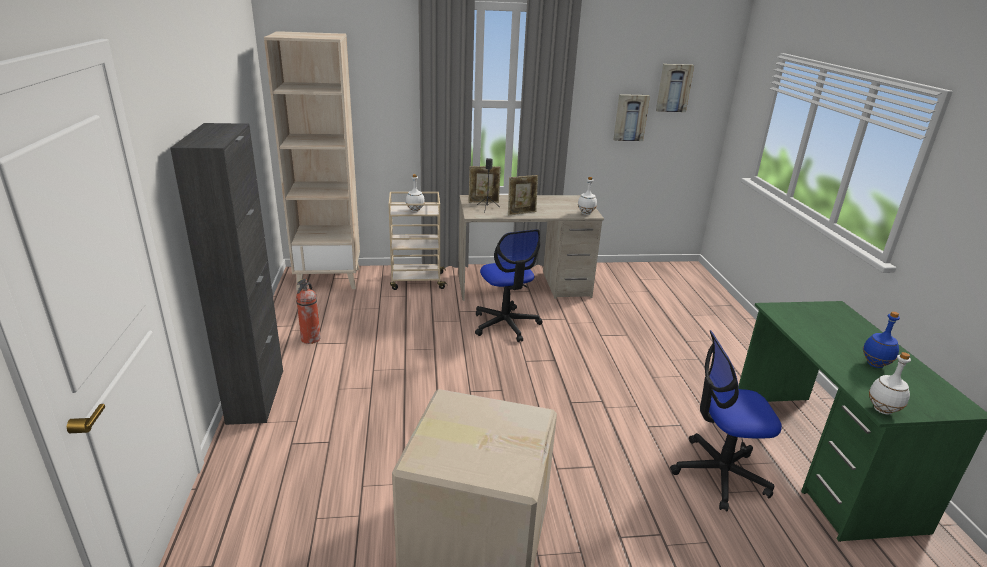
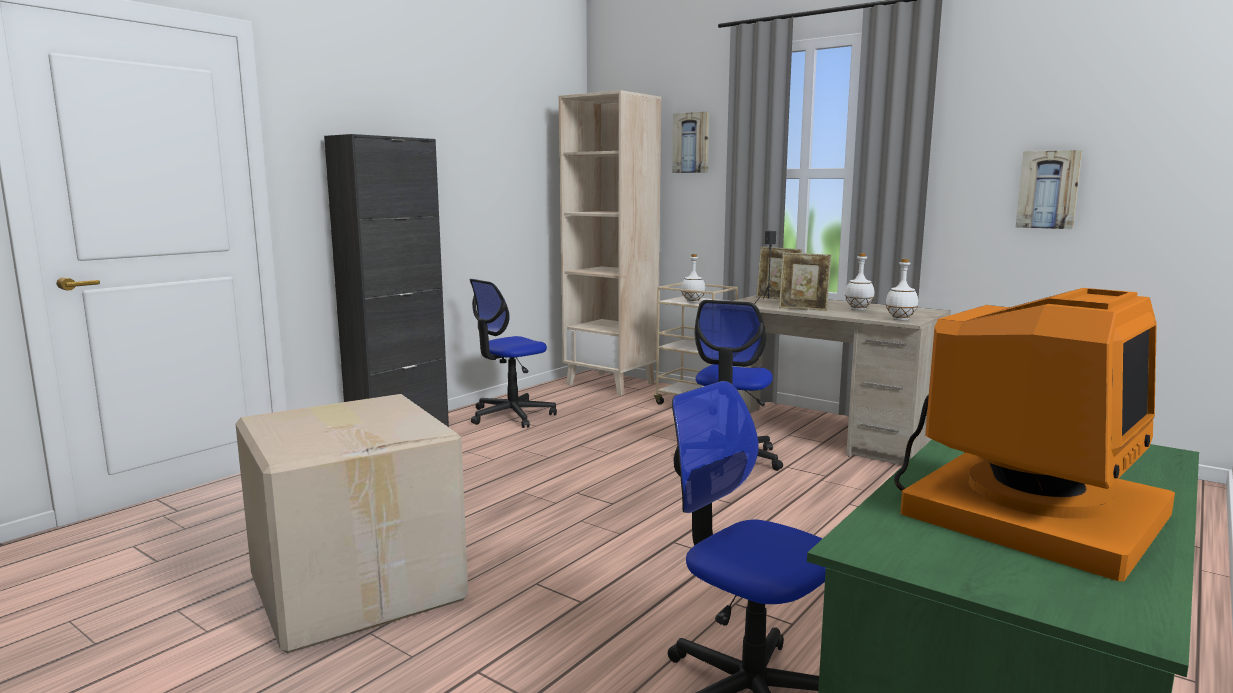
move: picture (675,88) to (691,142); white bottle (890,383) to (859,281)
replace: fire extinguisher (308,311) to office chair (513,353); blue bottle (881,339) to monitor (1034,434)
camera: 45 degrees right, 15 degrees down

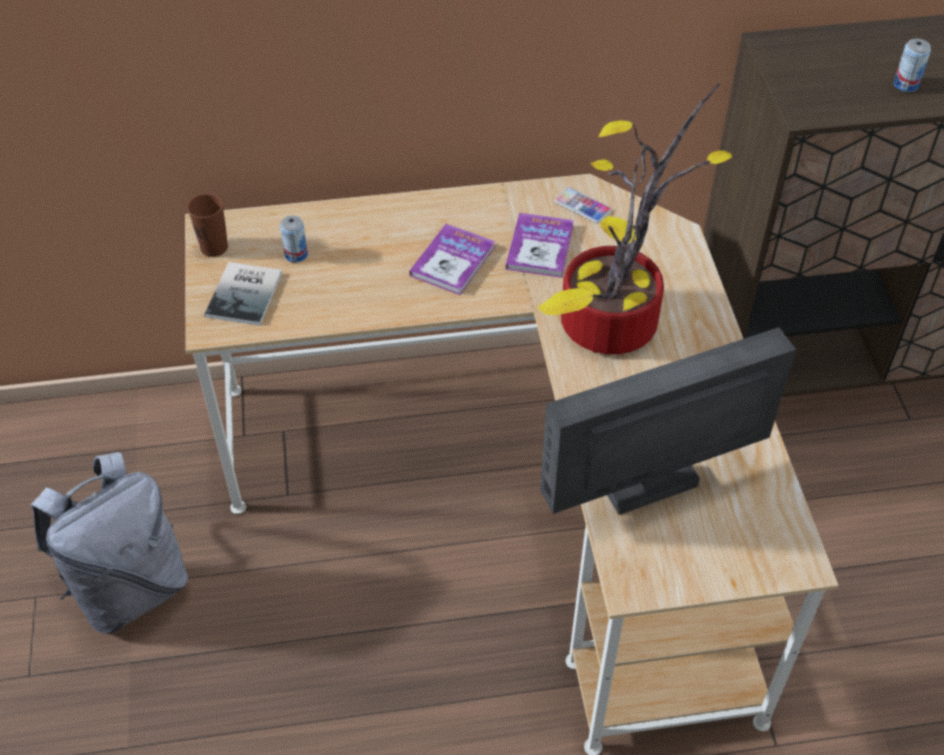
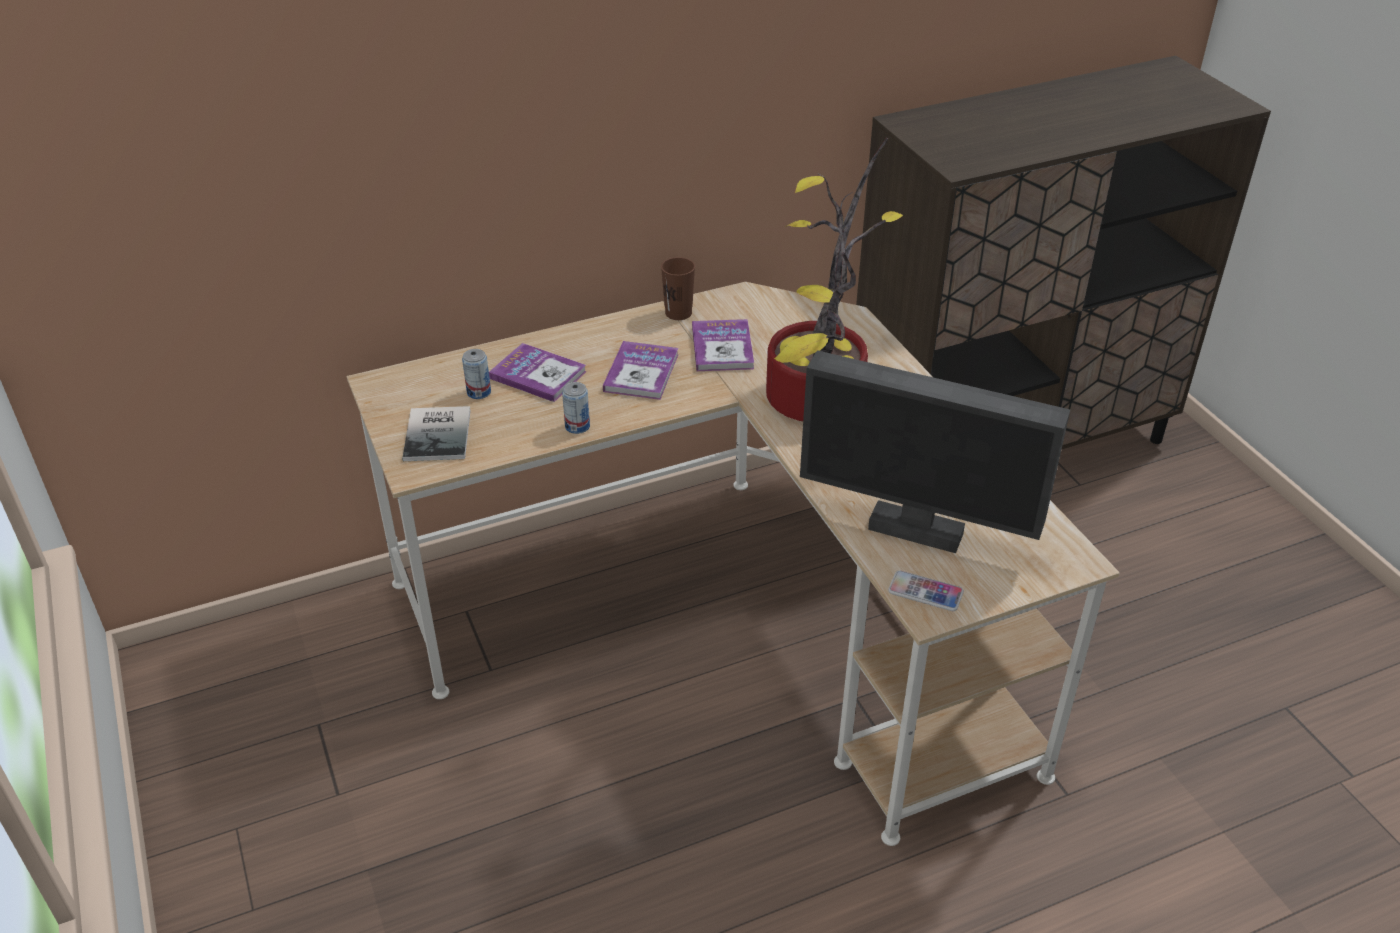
delete: grey backpack (109,543)
insert: book (538,372)
move: can (912,65) to (576,408); brown cup (207,225) to (678,288); phone (583,205) to (926,590)
rotate: monitor (668,421) = (935,451) 120 degrees counterclockwise
camera: 15 degrees left, 10 degrees down

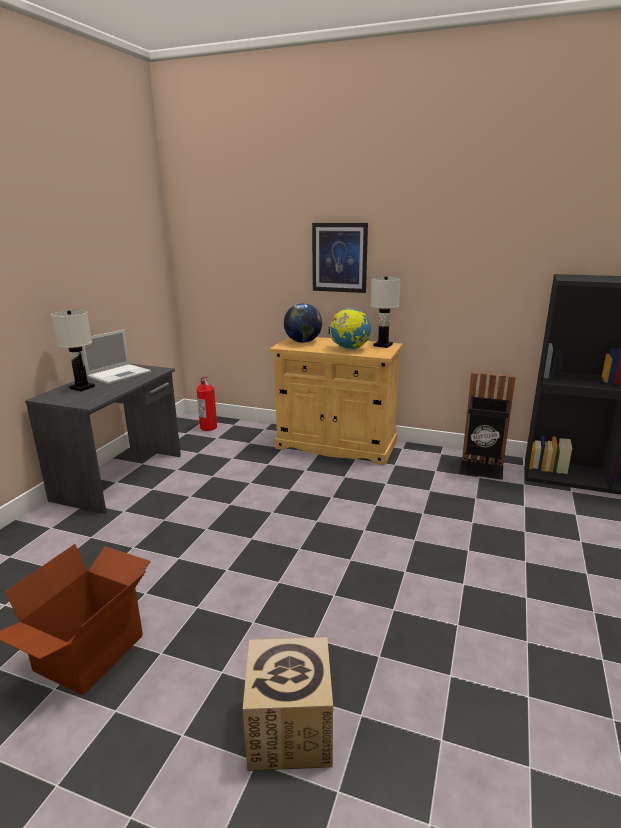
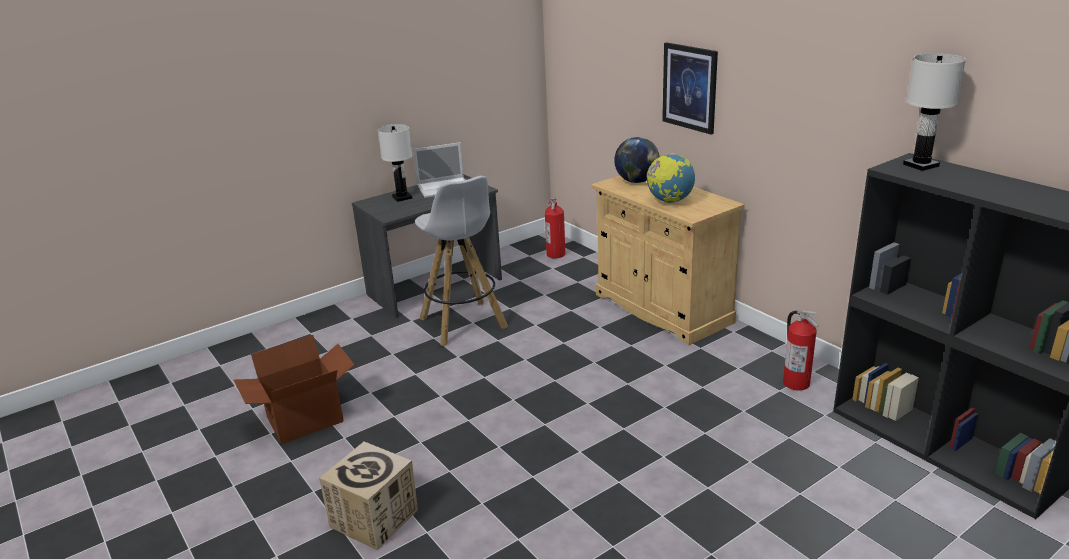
insert: white stool (461,261)
move: white table lamp (386,312) to (934,112)
replace: black trash can (487,426) to fire extinguisher (801,350)
camera: 35 degrees right, 5 degrees up

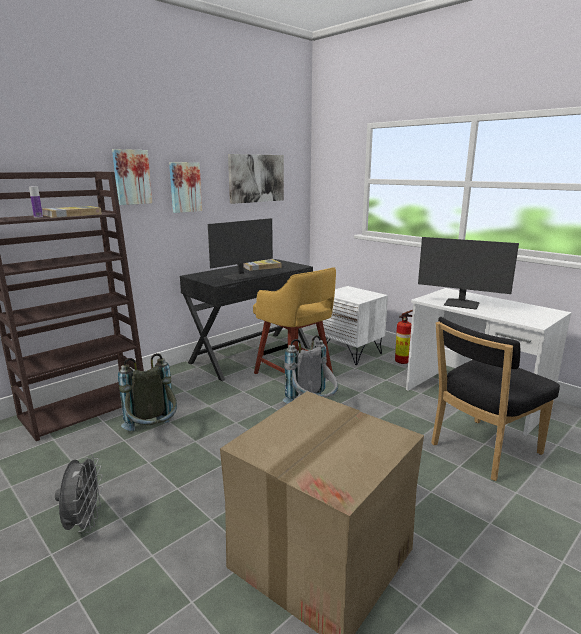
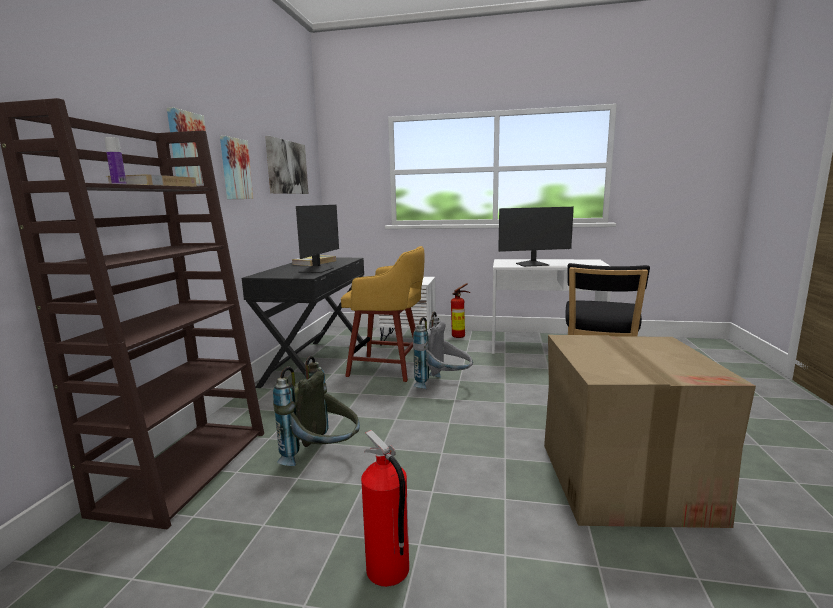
replace: grey fan (79,493) to fire extinguisher (385,508)
camera: 35 degrees left, 5 degrees down

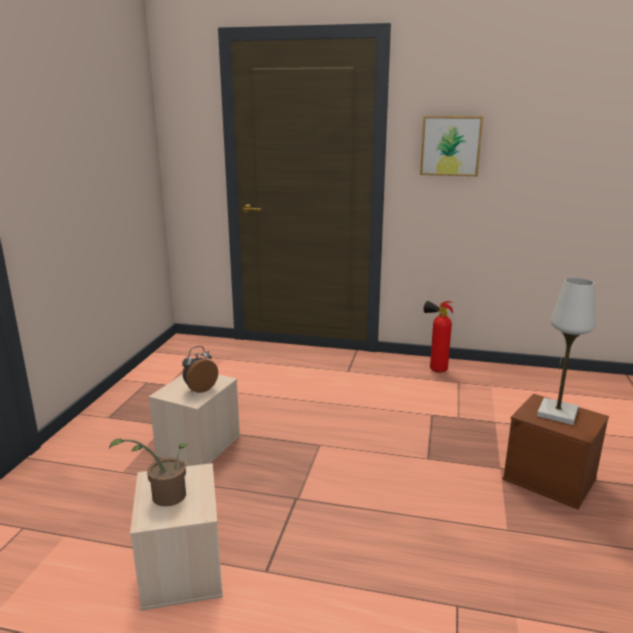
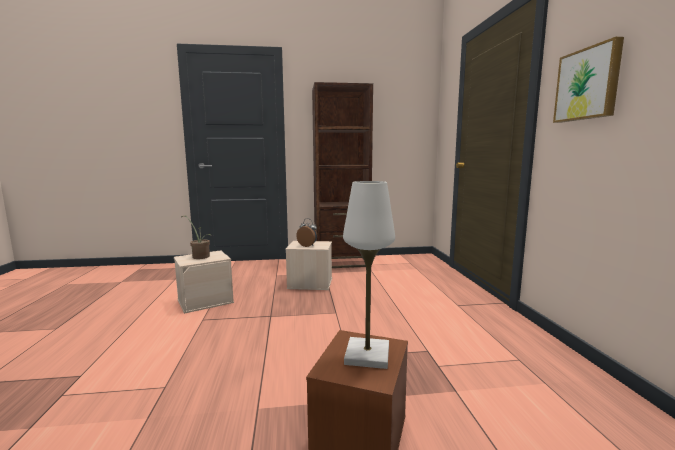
delete: fire extinguisher (438,337)
insert: brown bookcase (342,175)
camera: 70 degrees right, 10 degrees down

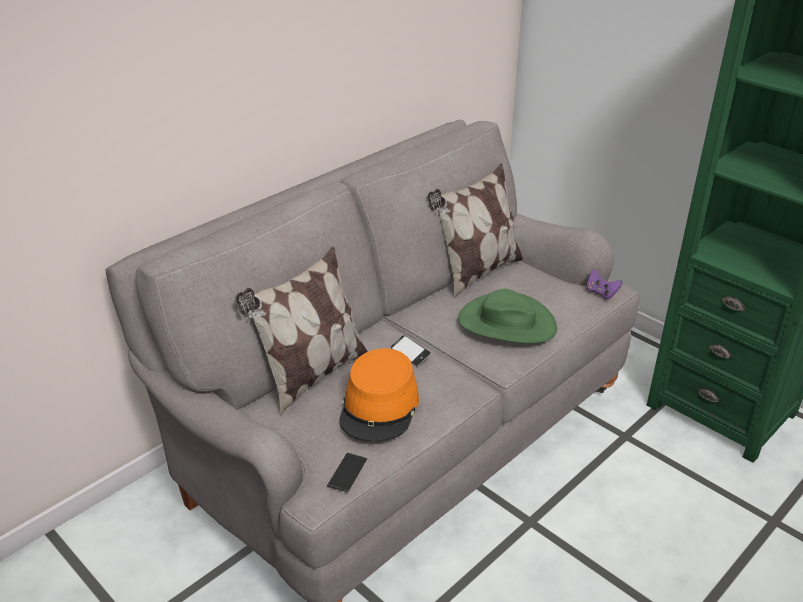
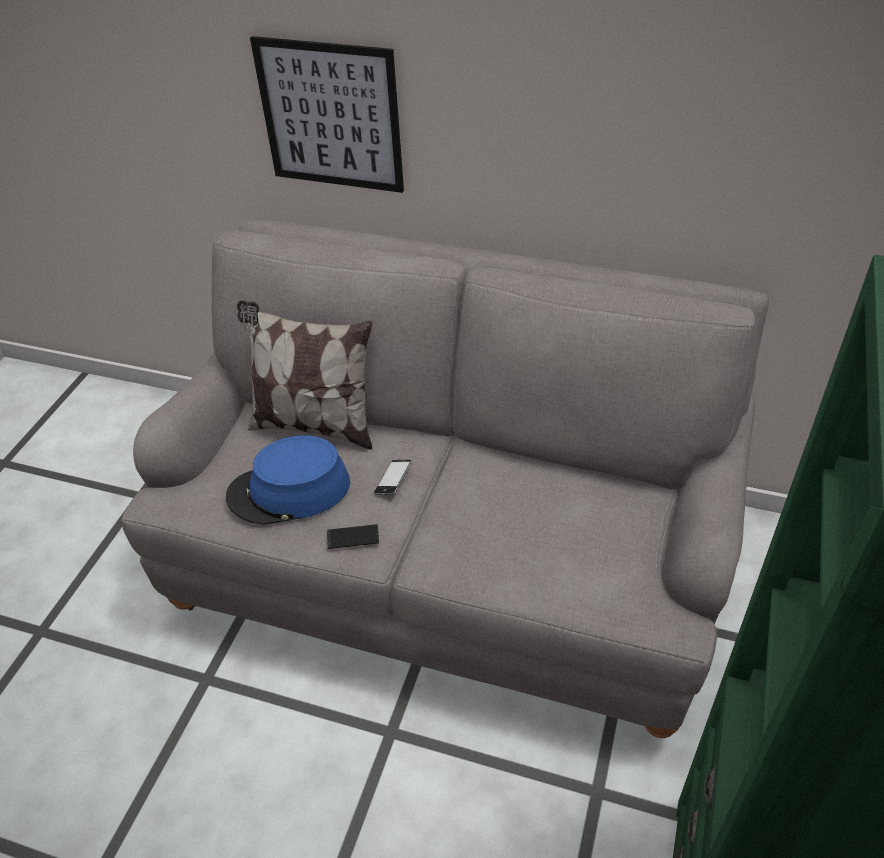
delete: pillow (475,231); green hat (507,316); purple game controller (604,284)
insert: picture (327,114)
move: phone (347,472) to (353,536)
recolor: orange hat (379,395) to blue hat (288,480)
camera: 65 degrees right, 10 degrees up

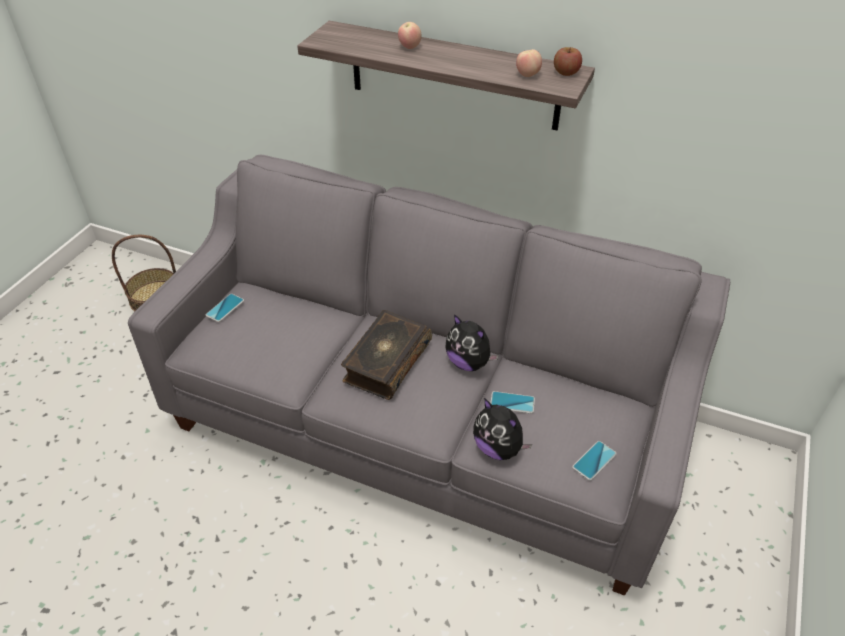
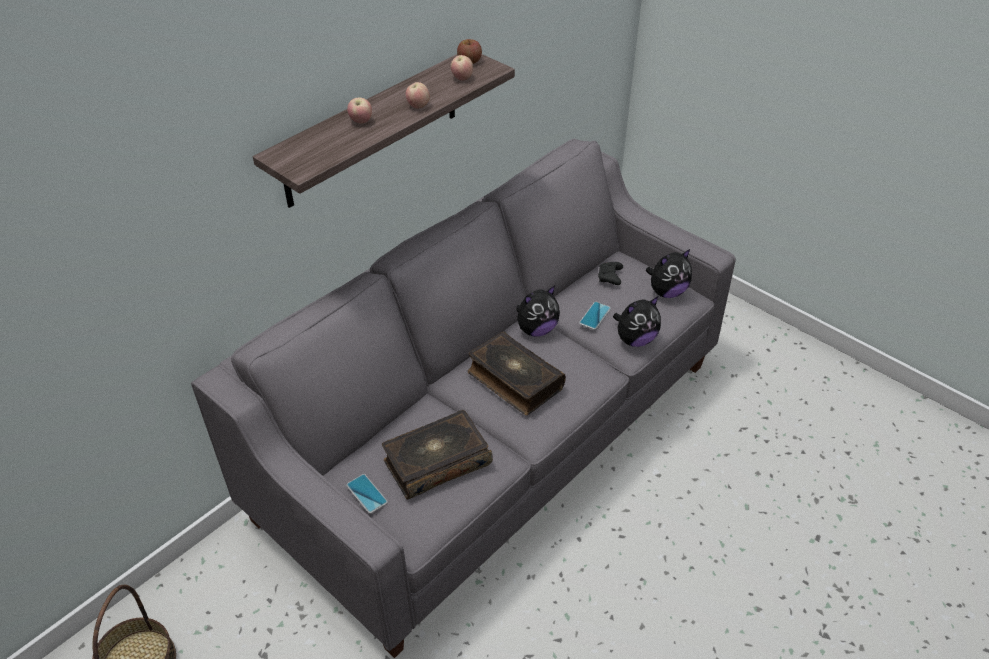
insert: book (437,455); apple (418,95); black game controller (610,273)
replace: phone (594,460) to plush toy (669,273)
camera: 70 degrees left, 0 degrees up

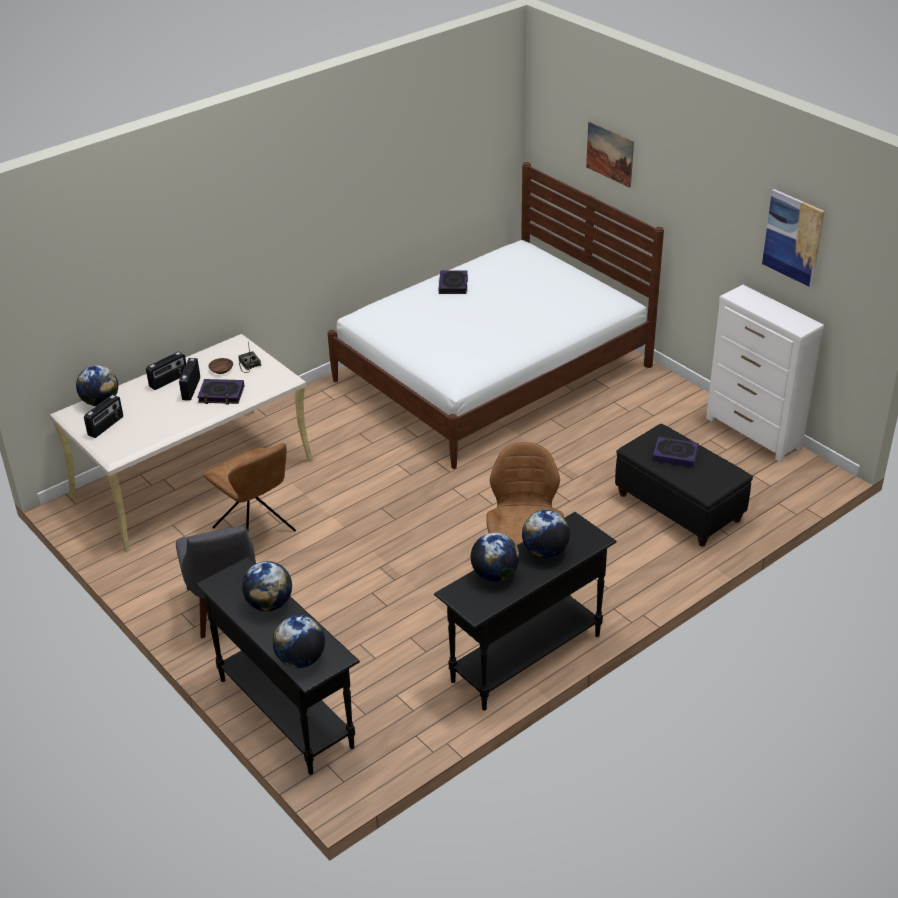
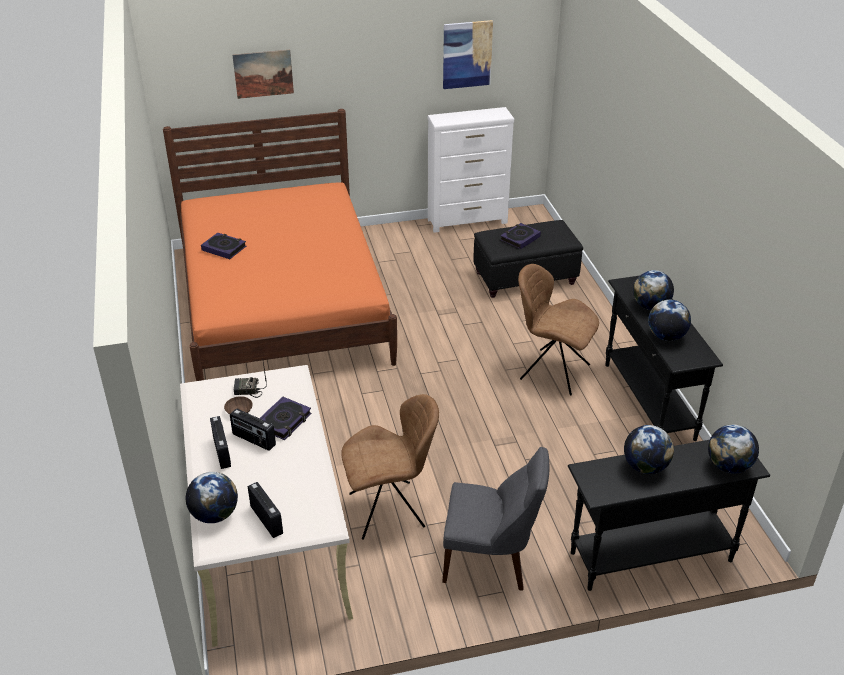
recolor: white bed (496,315) to orange bed (280,245)
camera: 65 degrees left, 0 degrees up

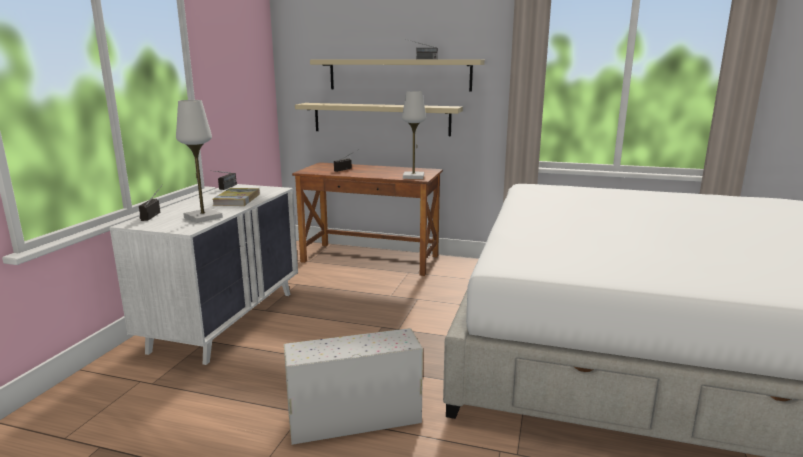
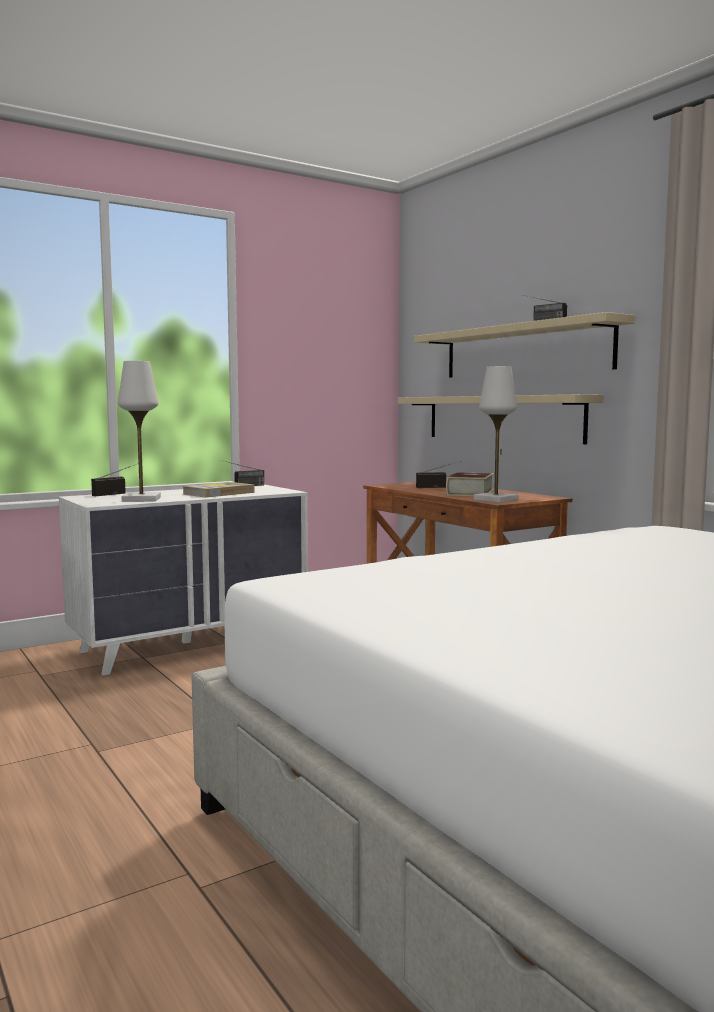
delete: white storage box (353,386)
insert: book (470,484)
camera: 40 degrees right, 10 degrees down

